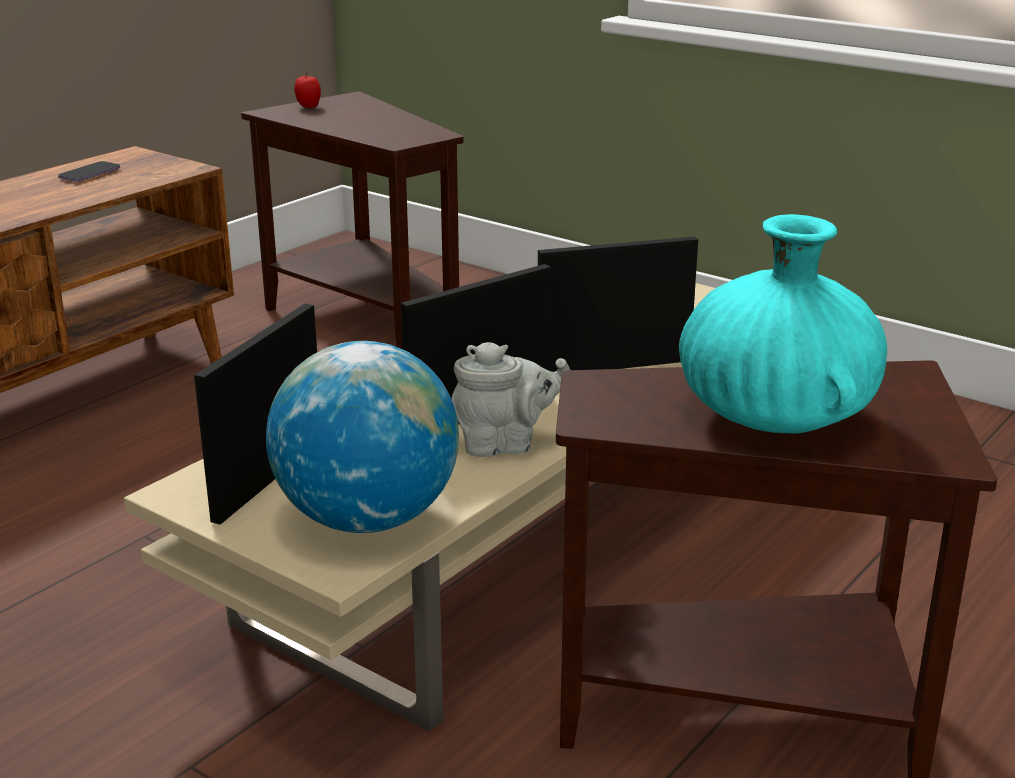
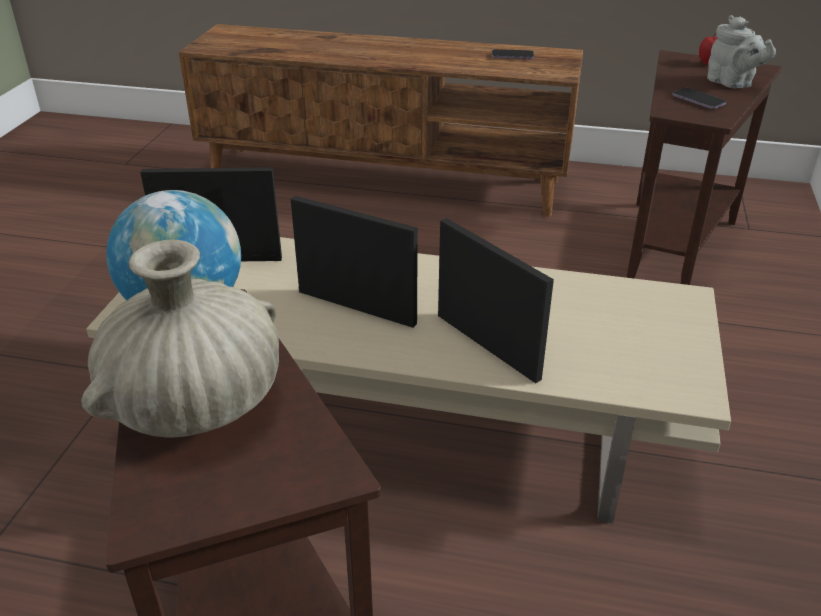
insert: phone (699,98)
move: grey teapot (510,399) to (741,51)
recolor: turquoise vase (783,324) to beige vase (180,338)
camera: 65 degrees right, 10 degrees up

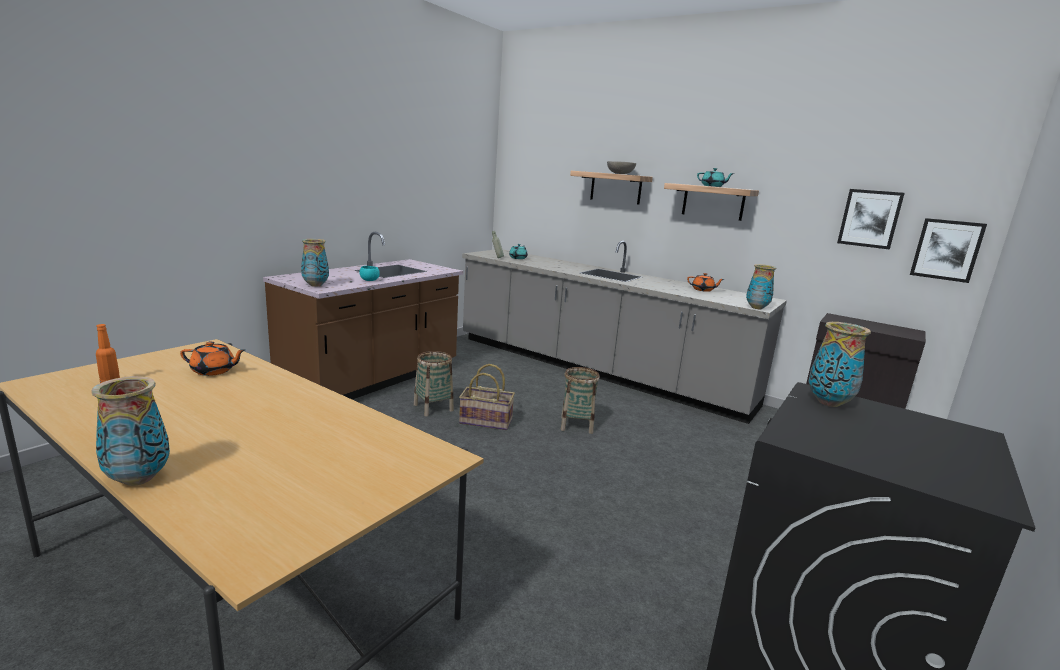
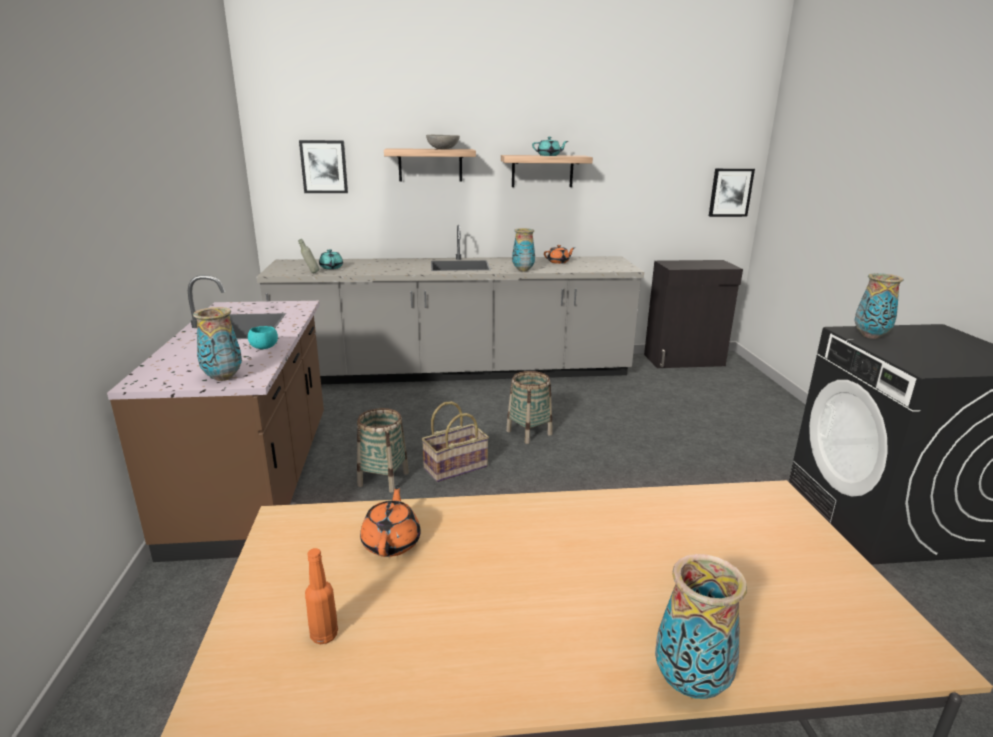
move: picture (871,219) to (323,166); vase (761,286) to (523,249)
rotate: orange teapot (212,358) = (390,521) 45 degrees counterclockwise
camera: 40 degrees left, 5 degrees up

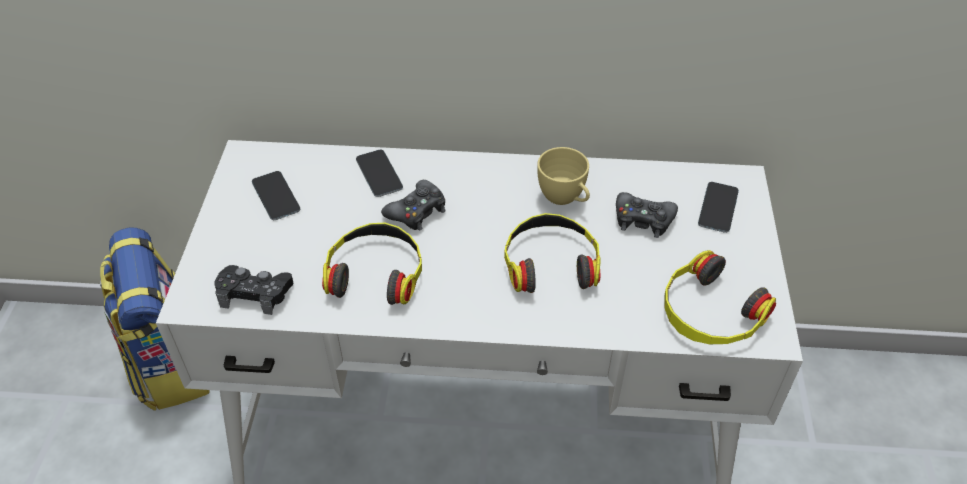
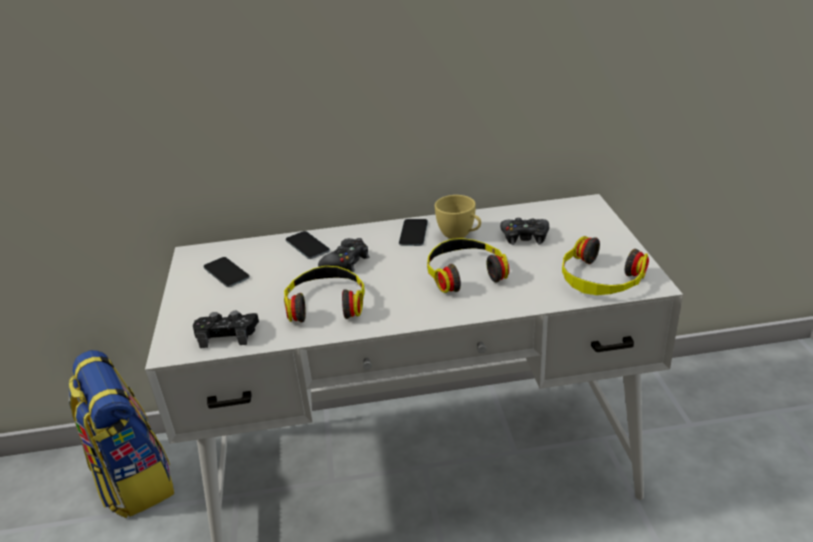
move: phone (718,207) to (413,232)
camera: 10 degrees left, 15 degrees down

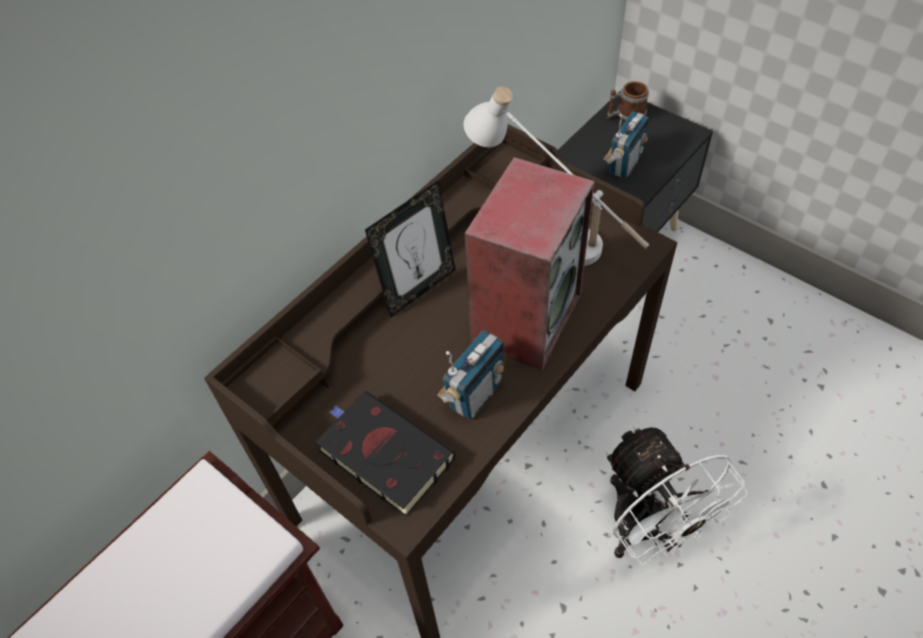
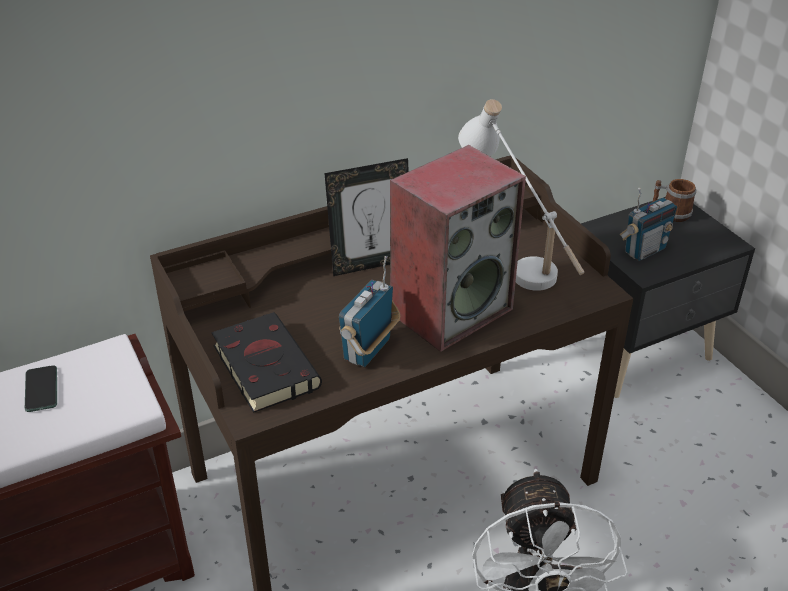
insert: phone (41,388)
rotate: radio (470,374) = (369,311) 150 degrees clockwise
camera: 20 degrees right, 15 degrees down

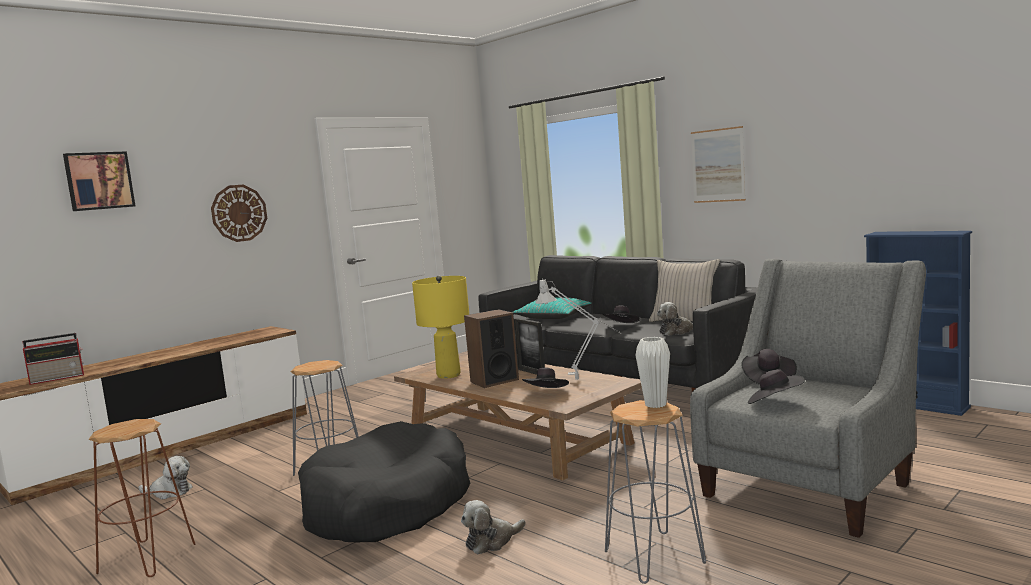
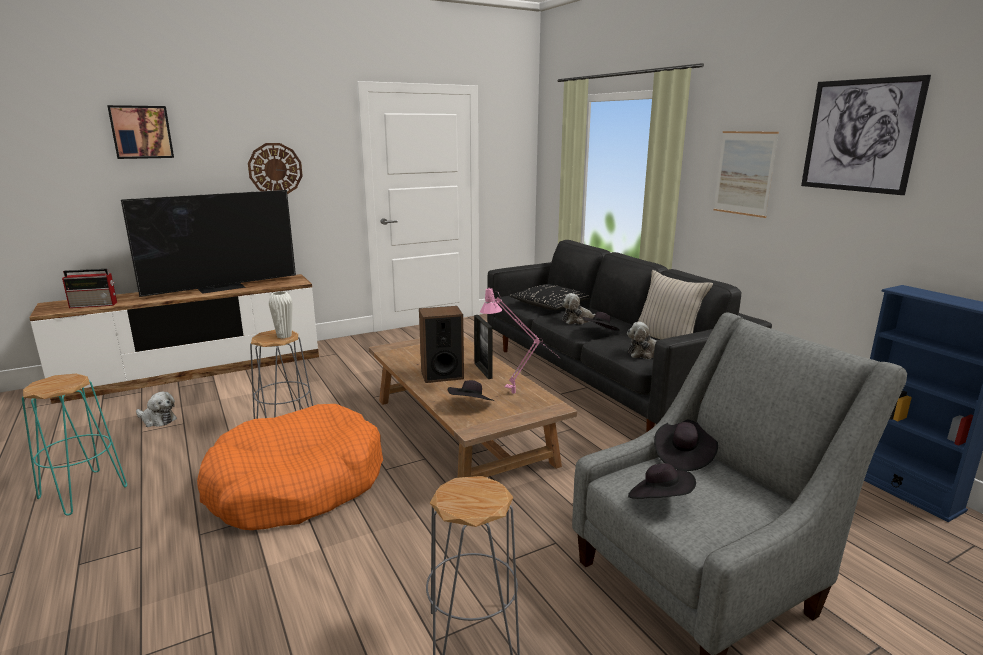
delete: yellow table lamp (440,327)
insert: television (208,243); picture (866,135)
move: white vase (653,372) to (280,314); plush toy (493,527) to (578,308)
recolor: brown stool (142,498) to turquoise stool (74,445); black dog bed (384,481) to orange dog bed (290,467); grey table lamp (578,329) to pink table lamp (520,341); turquoise pillow (552,308) to black pillow (550,297)
camera: 15 degrees right, 10 degrees up

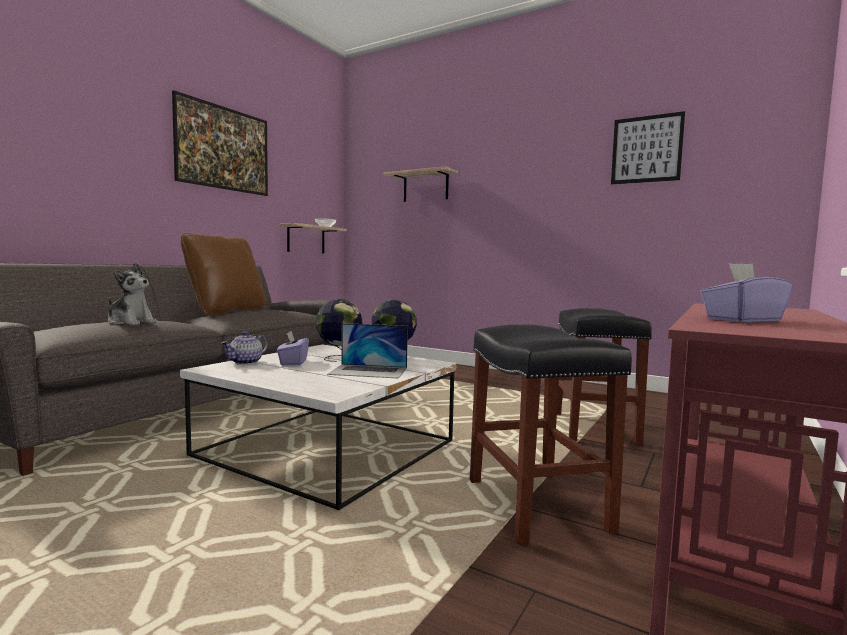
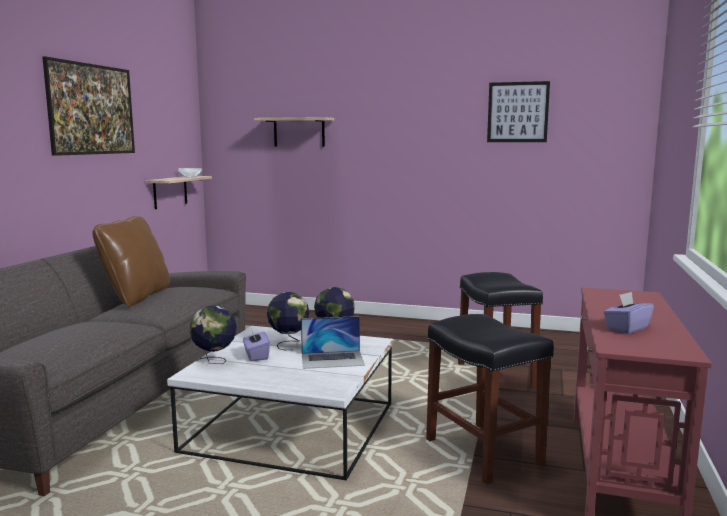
delete: plush toy (132,294)
replace: teapot (245,348) to globe (213,334)
camera: 15 degrees left, 5 degrees up

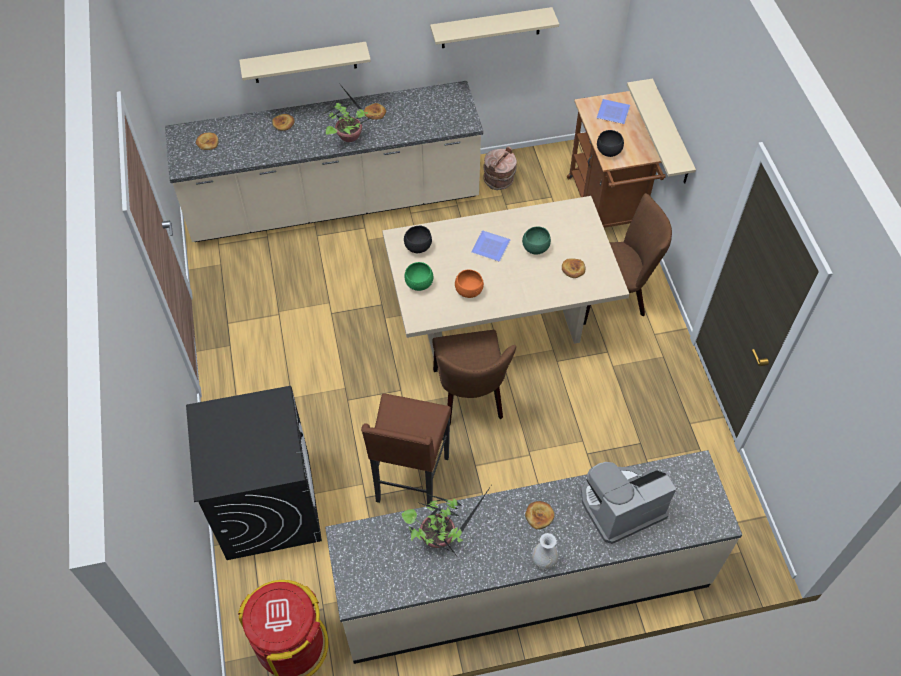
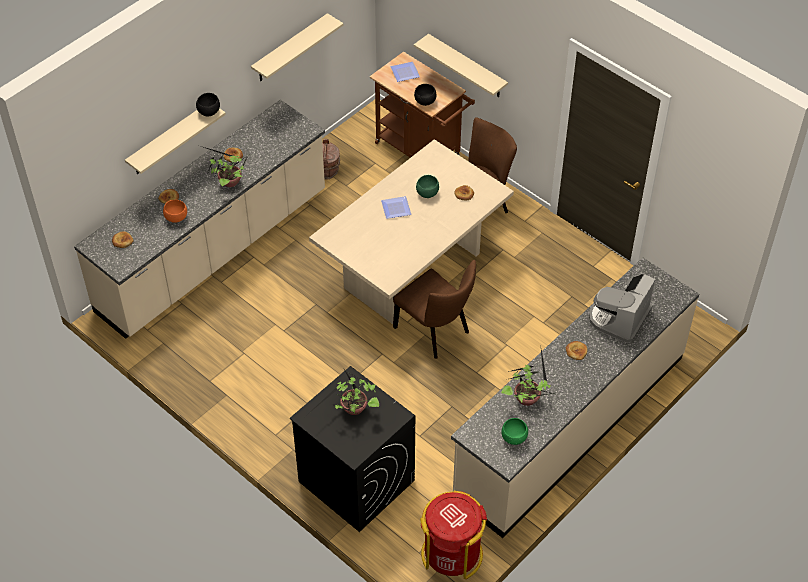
delete: brown stool (406,449); white vase (545,551)
insert: potted plant (343,392)
move: orange bowl (469,283) to (175,211); black bowl (418,239) to (208,105); green bowl (419,276) to (514,431)
camera: 35 degrees left, 5 degrees down

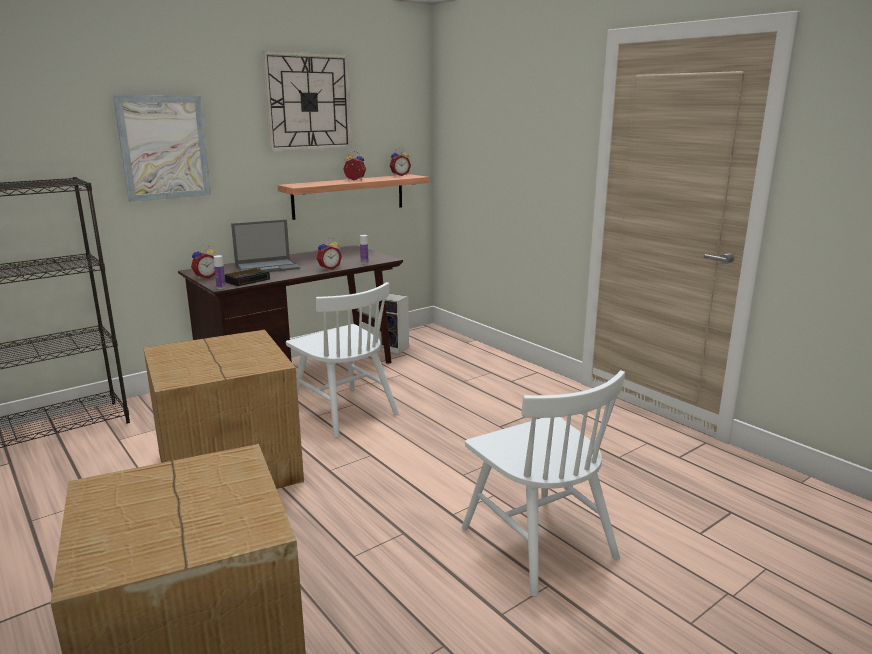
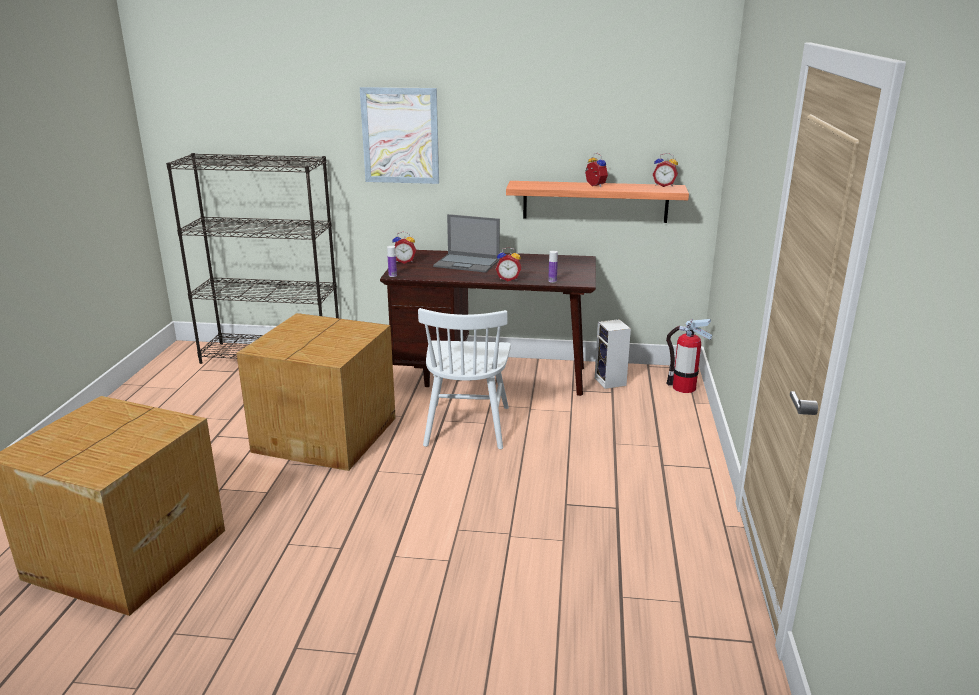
delete: alarm clock (247,277); wall clock (307,101); white chair (543,483)
insert: fire extinguisher (689,356)
camera: 45 degrees right, 5 degrees up

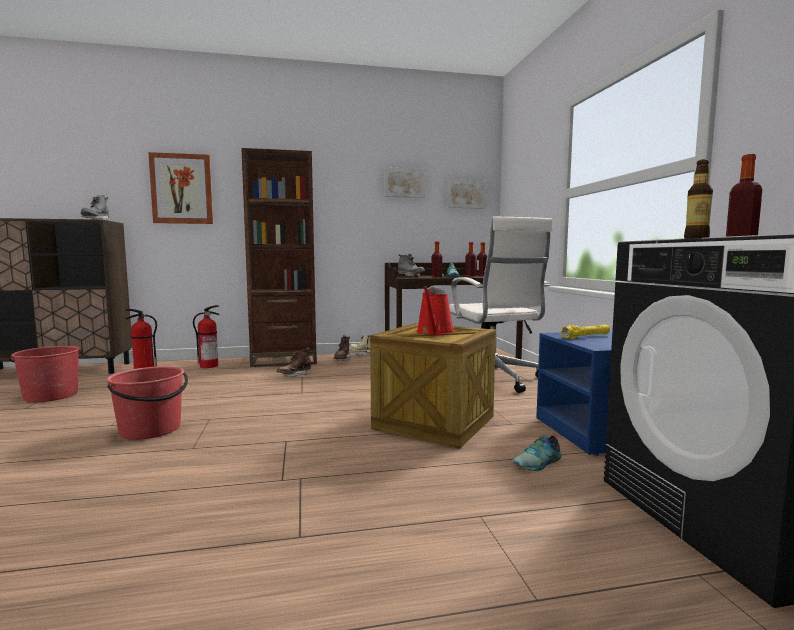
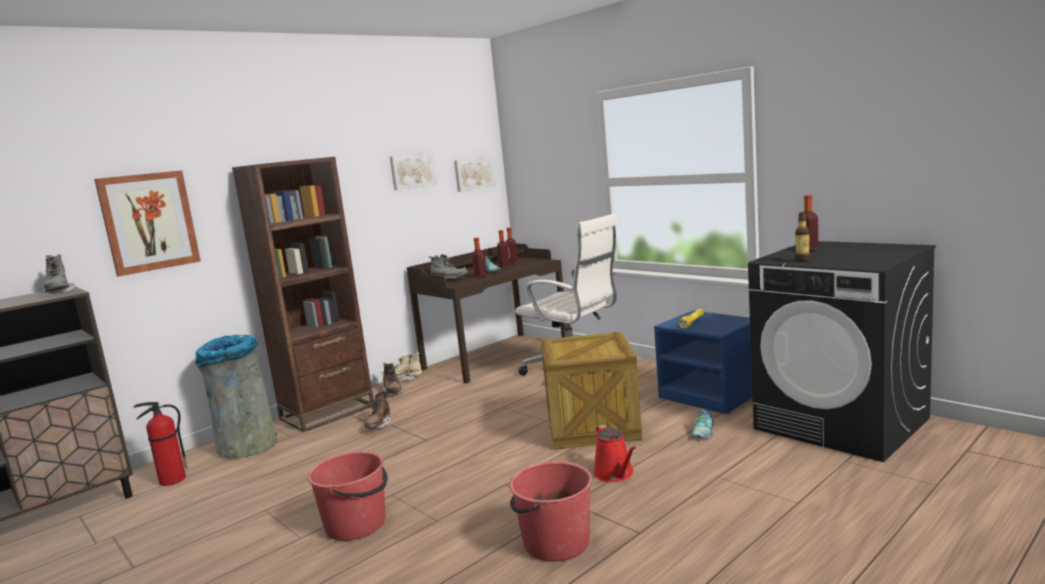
move: red bucket (45,374) to (551,511); red watering can (435,310) to (614,453)
replace: fire extinguisher (206,336) to grey trash can (236,396)
camera: 30 degrees left, 5 degrees up

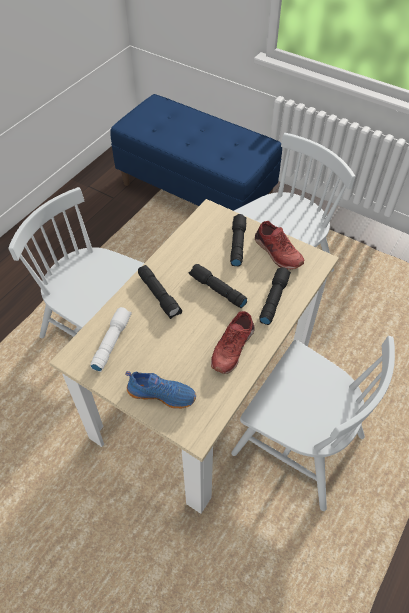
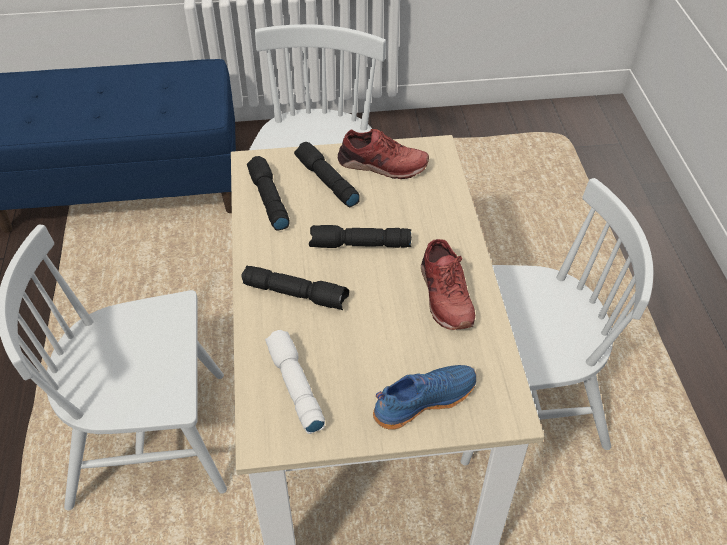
move: black flashlight (275,296) to (268,193)
camera: 40 degrees left, 5 degrees down

